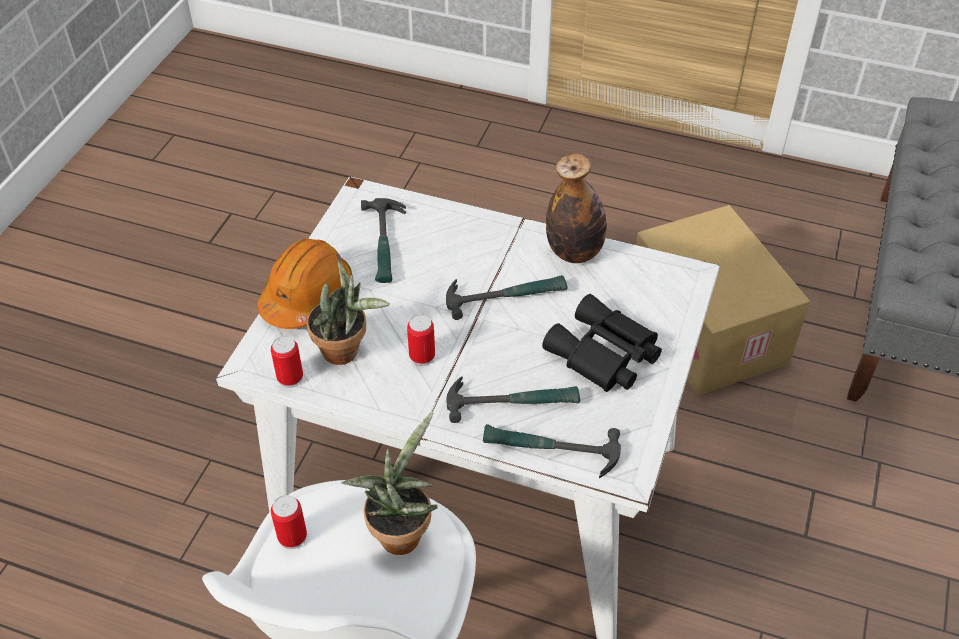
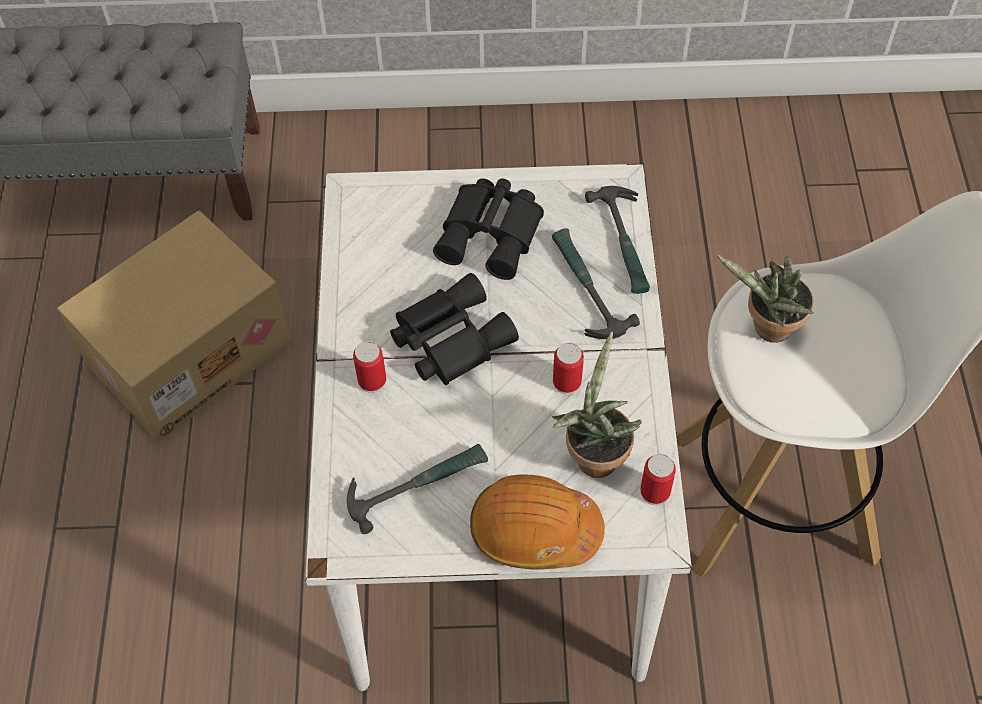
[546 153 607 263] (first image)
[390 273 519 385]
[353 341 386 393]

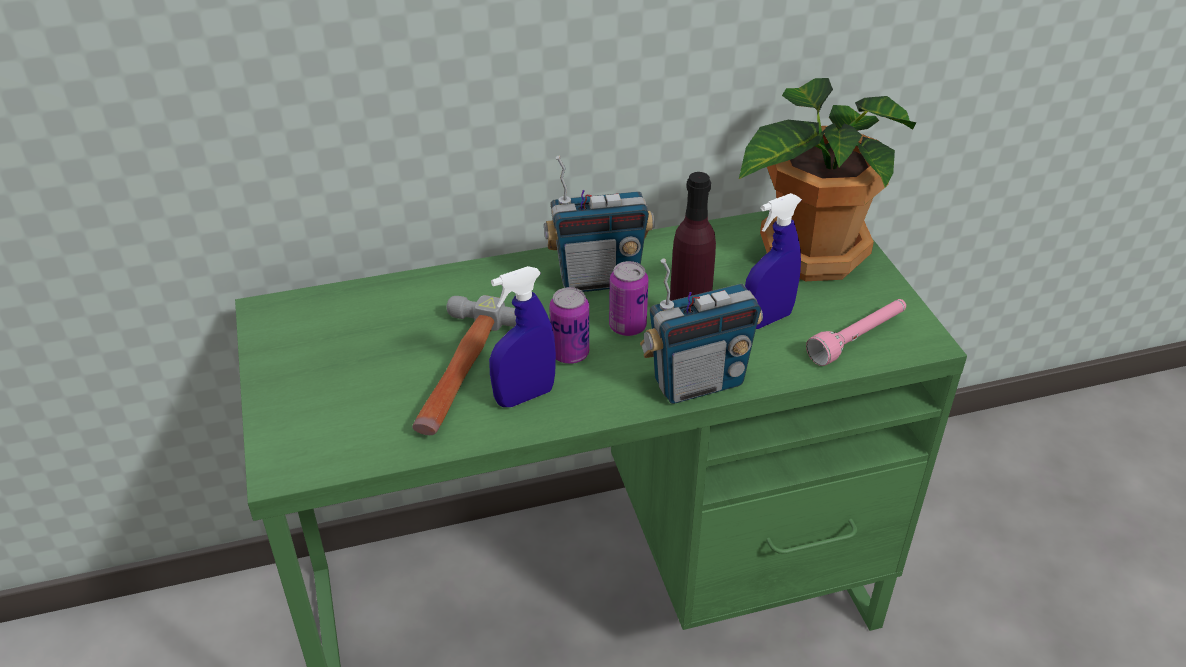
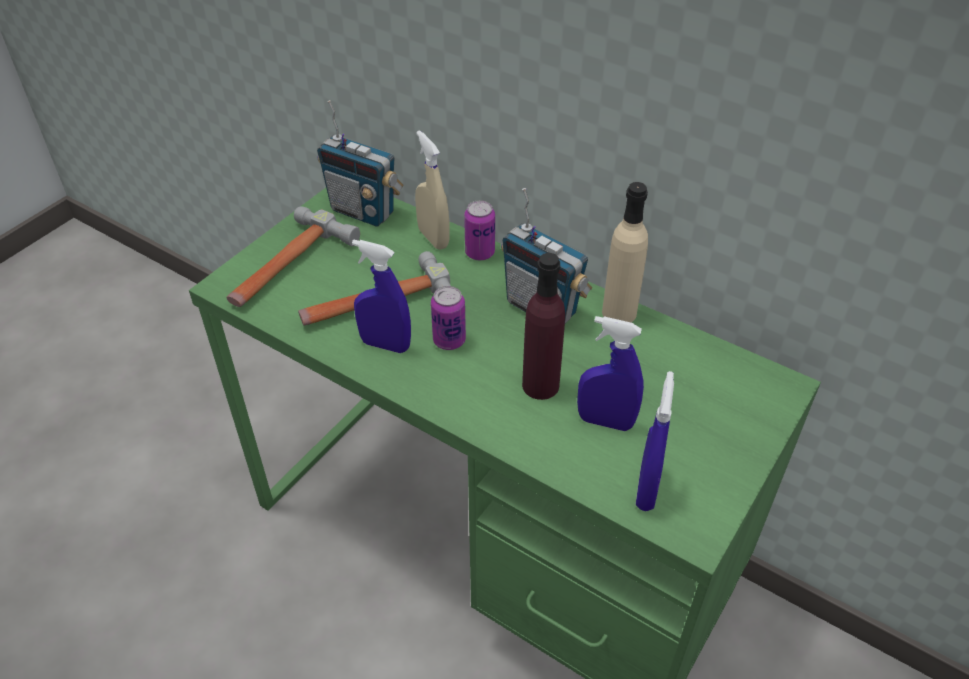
[739 78 917 281] (first image)
[317 100 403 227]
[464 200 495 260]
[636 371 674 511]
[415 130 450 250]
[602 182 648 322]
[226 206 360 307]

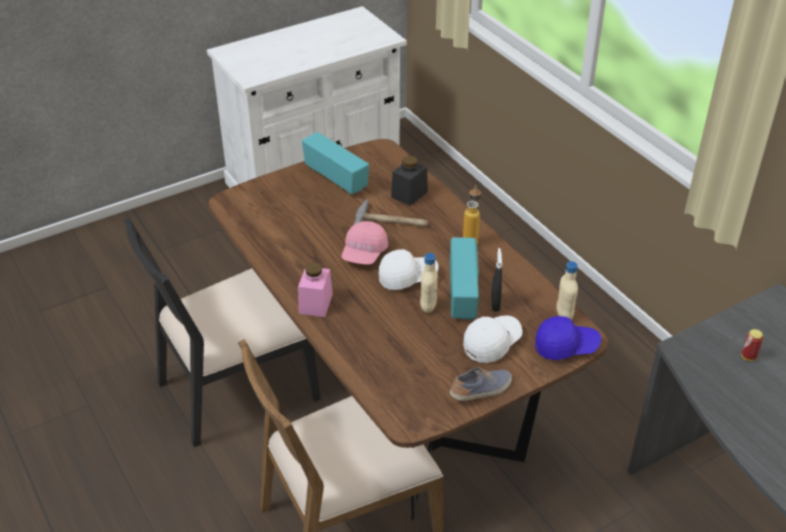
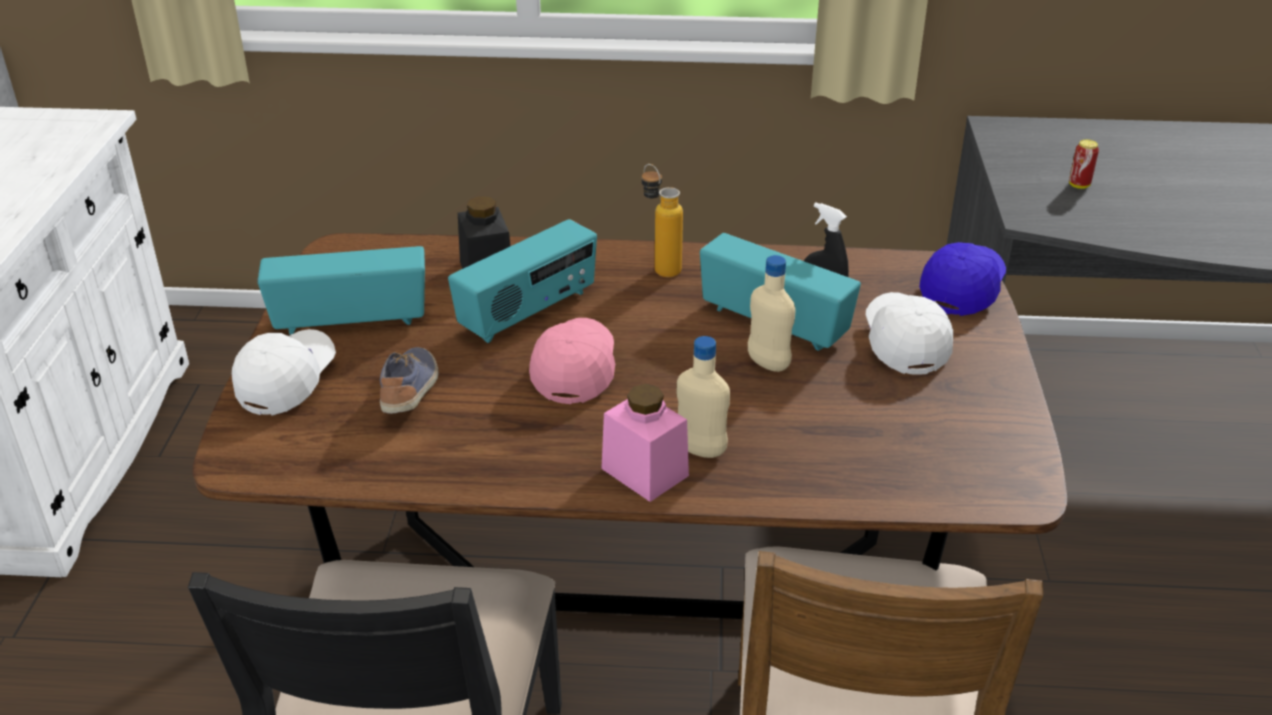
[448 219 597 343]
[529 318 615 404]
[232 329 336 416]
[677 336 730 458]
[380 347 439 414]

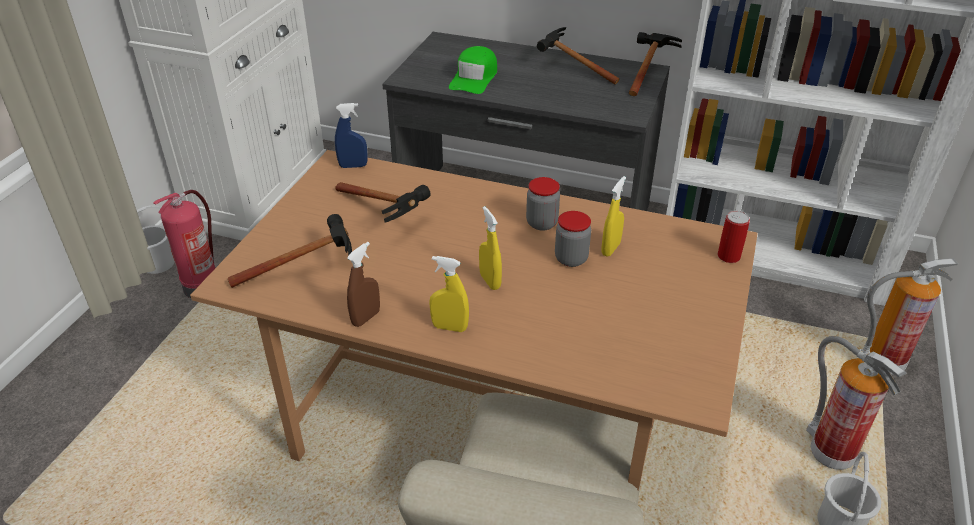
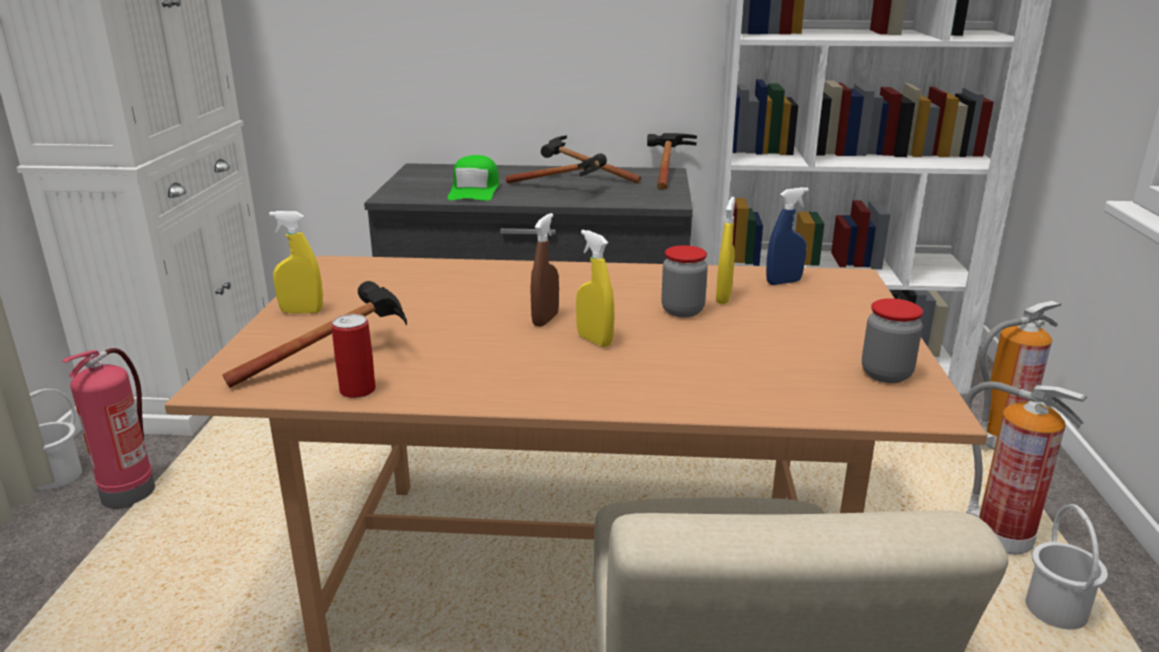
[766 187 809 285]
[862 298 923 383]
[506 153 607 183]
[331 314 376 398]
[530 213 559 327]
[269 211 323 314]

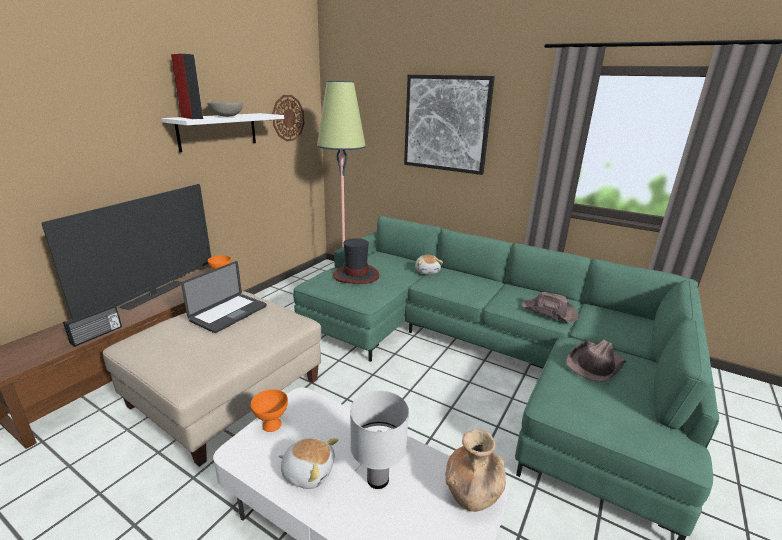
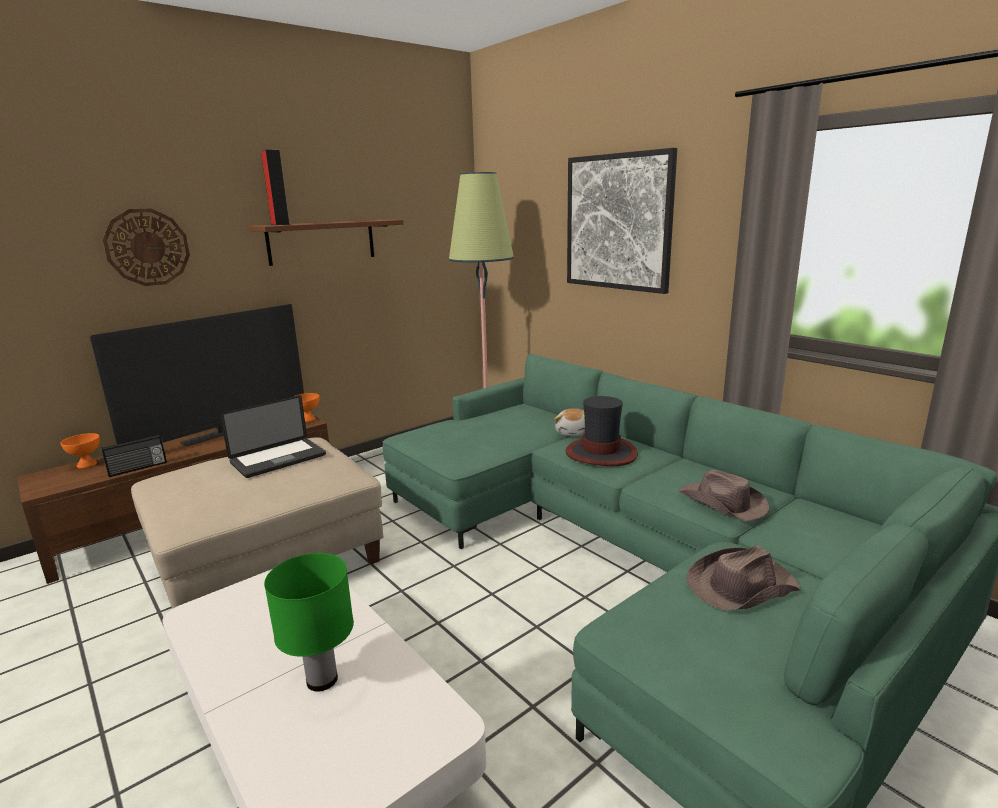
[103 209 190 286]
[207 102 243 117] (first image)
[248 220 404 266]
[565 396 638 466]
[61 433 100 469]
[264 553 354 692]
[445 429 506 512] (first image)
[279 438 338 489] (first image)

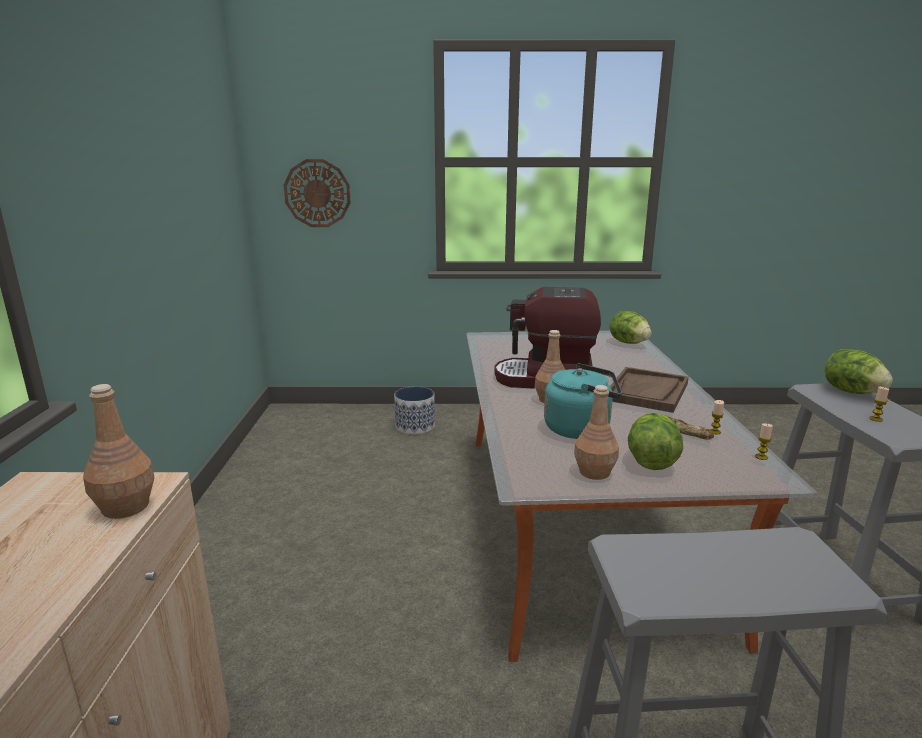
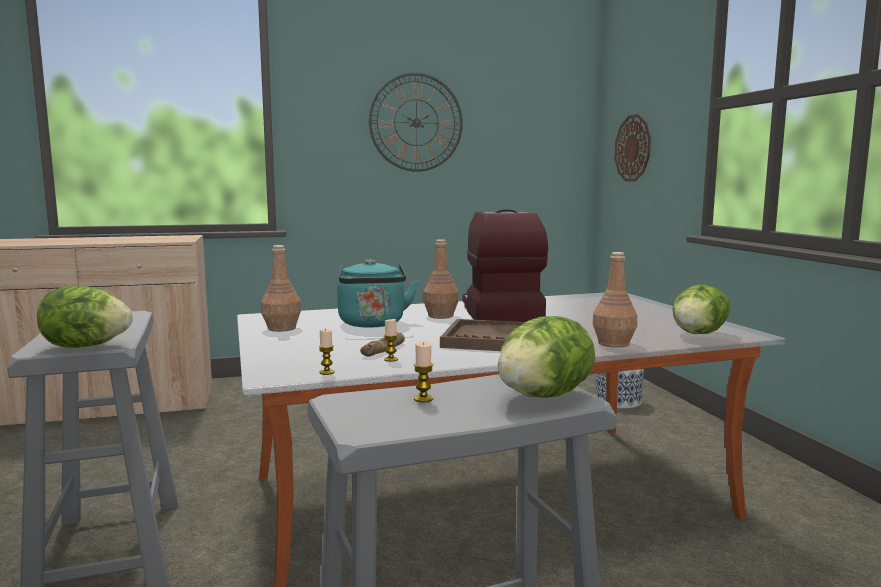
[593 252 637 348]
[37 286 133 348]
[369 73 463 172]

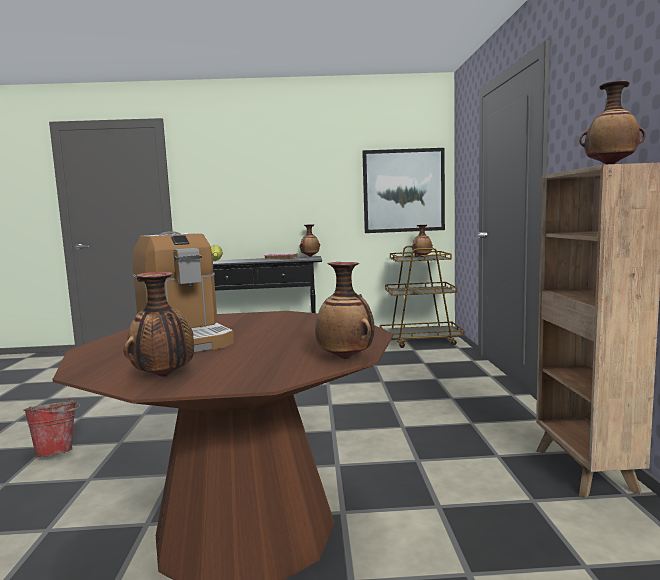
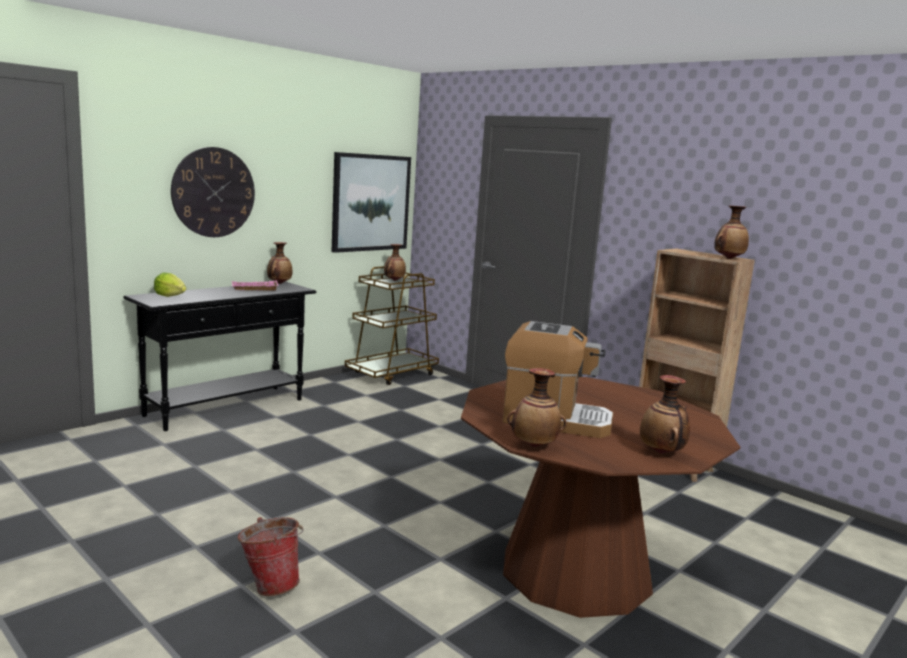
[507 368 567 447]
[171 147 255 237]

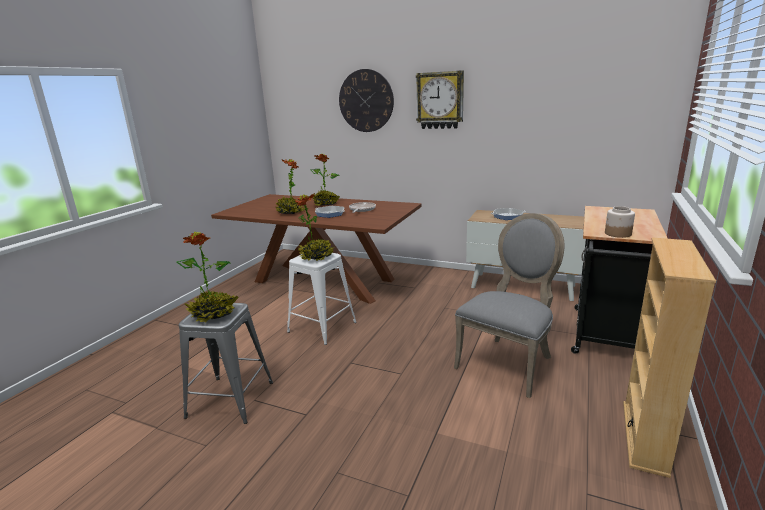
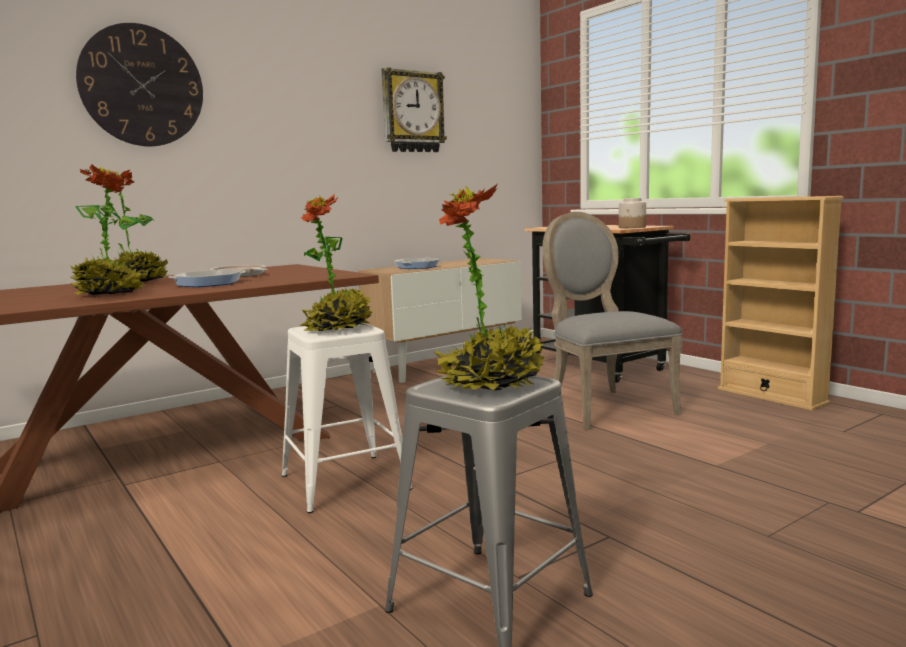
[382 68 447 152]

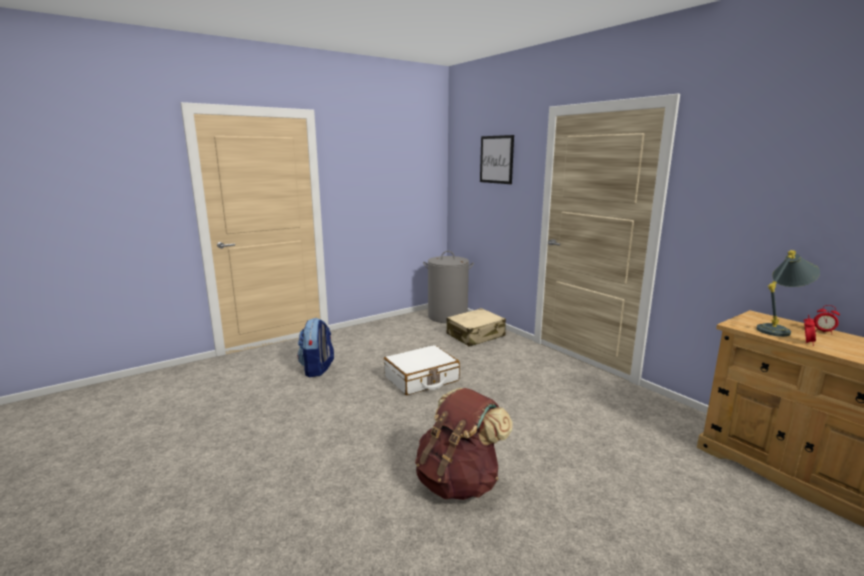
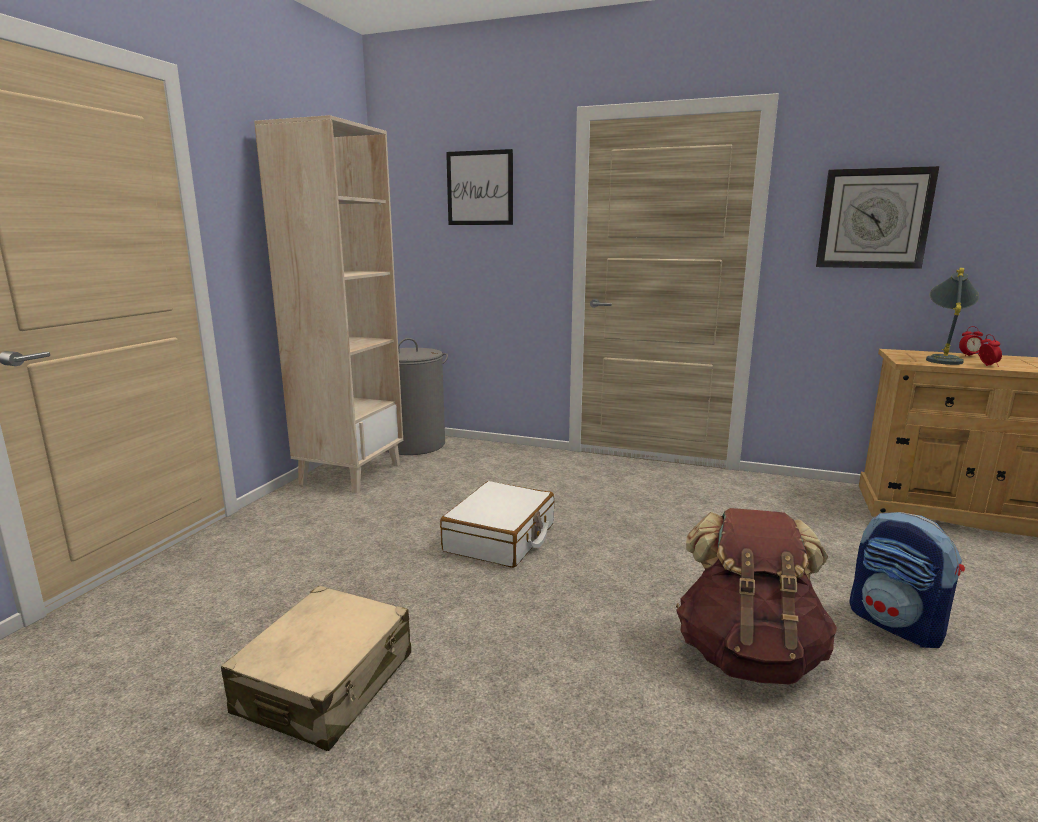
[221 586 411 751]
[849 512 965 648]
[254 115 403 494]
[816 166 939 269]

